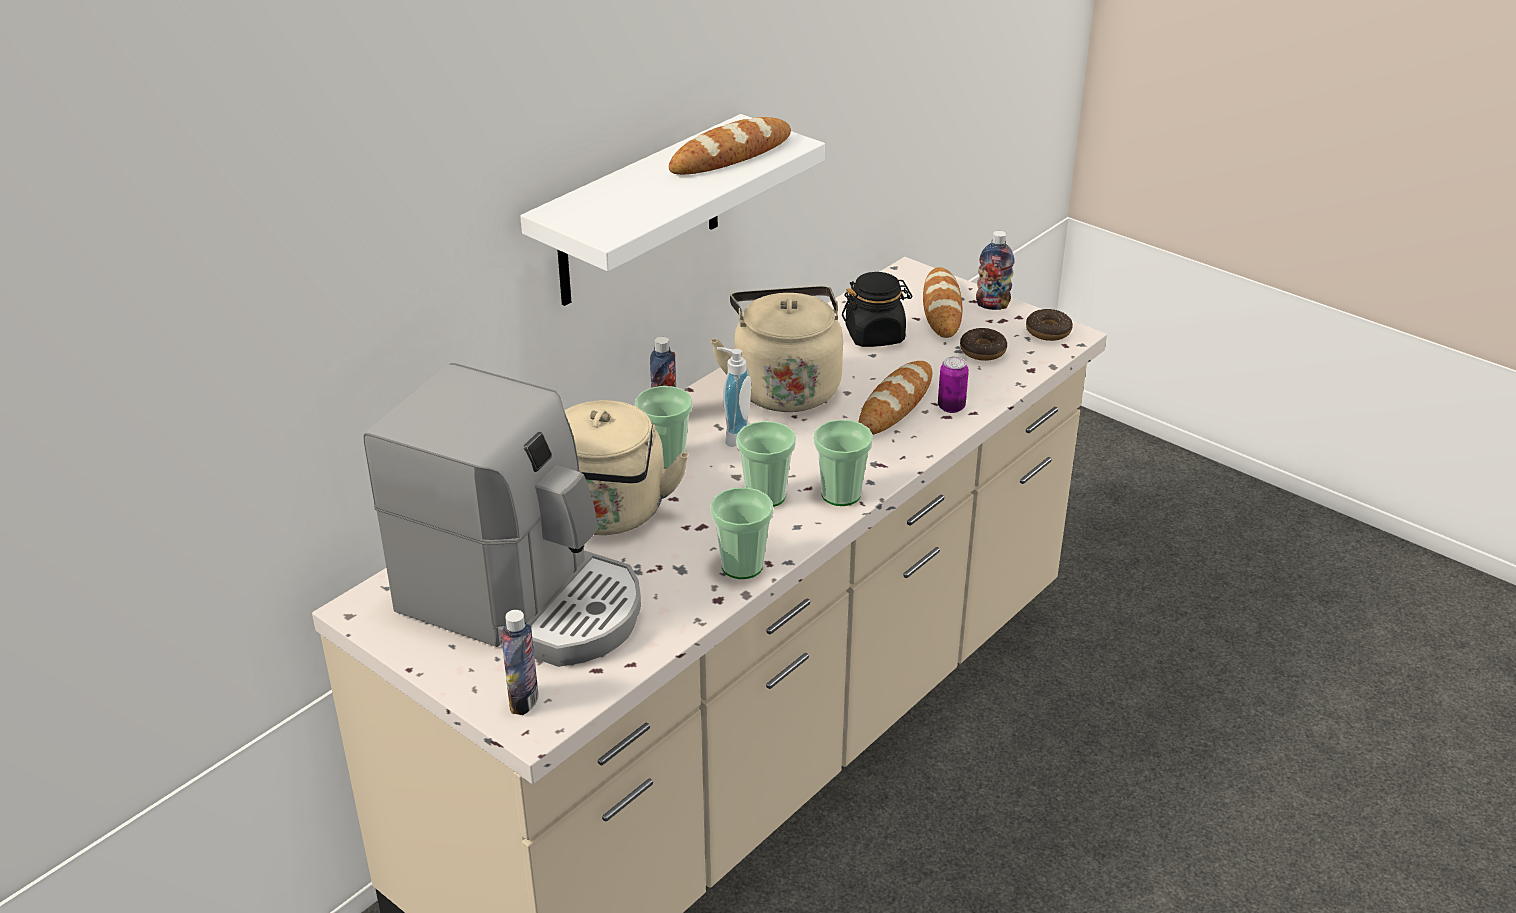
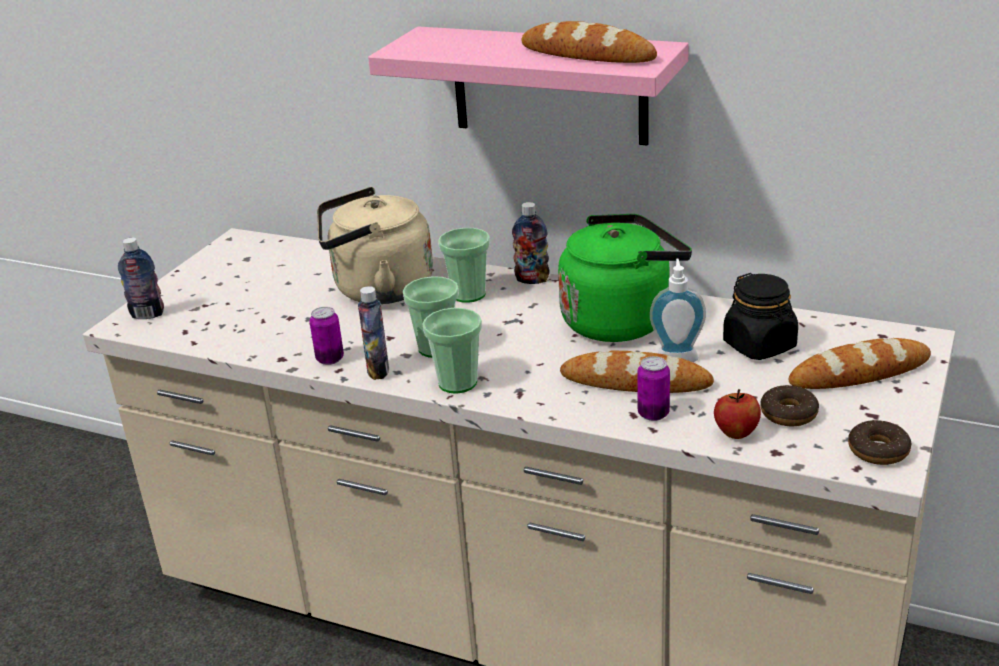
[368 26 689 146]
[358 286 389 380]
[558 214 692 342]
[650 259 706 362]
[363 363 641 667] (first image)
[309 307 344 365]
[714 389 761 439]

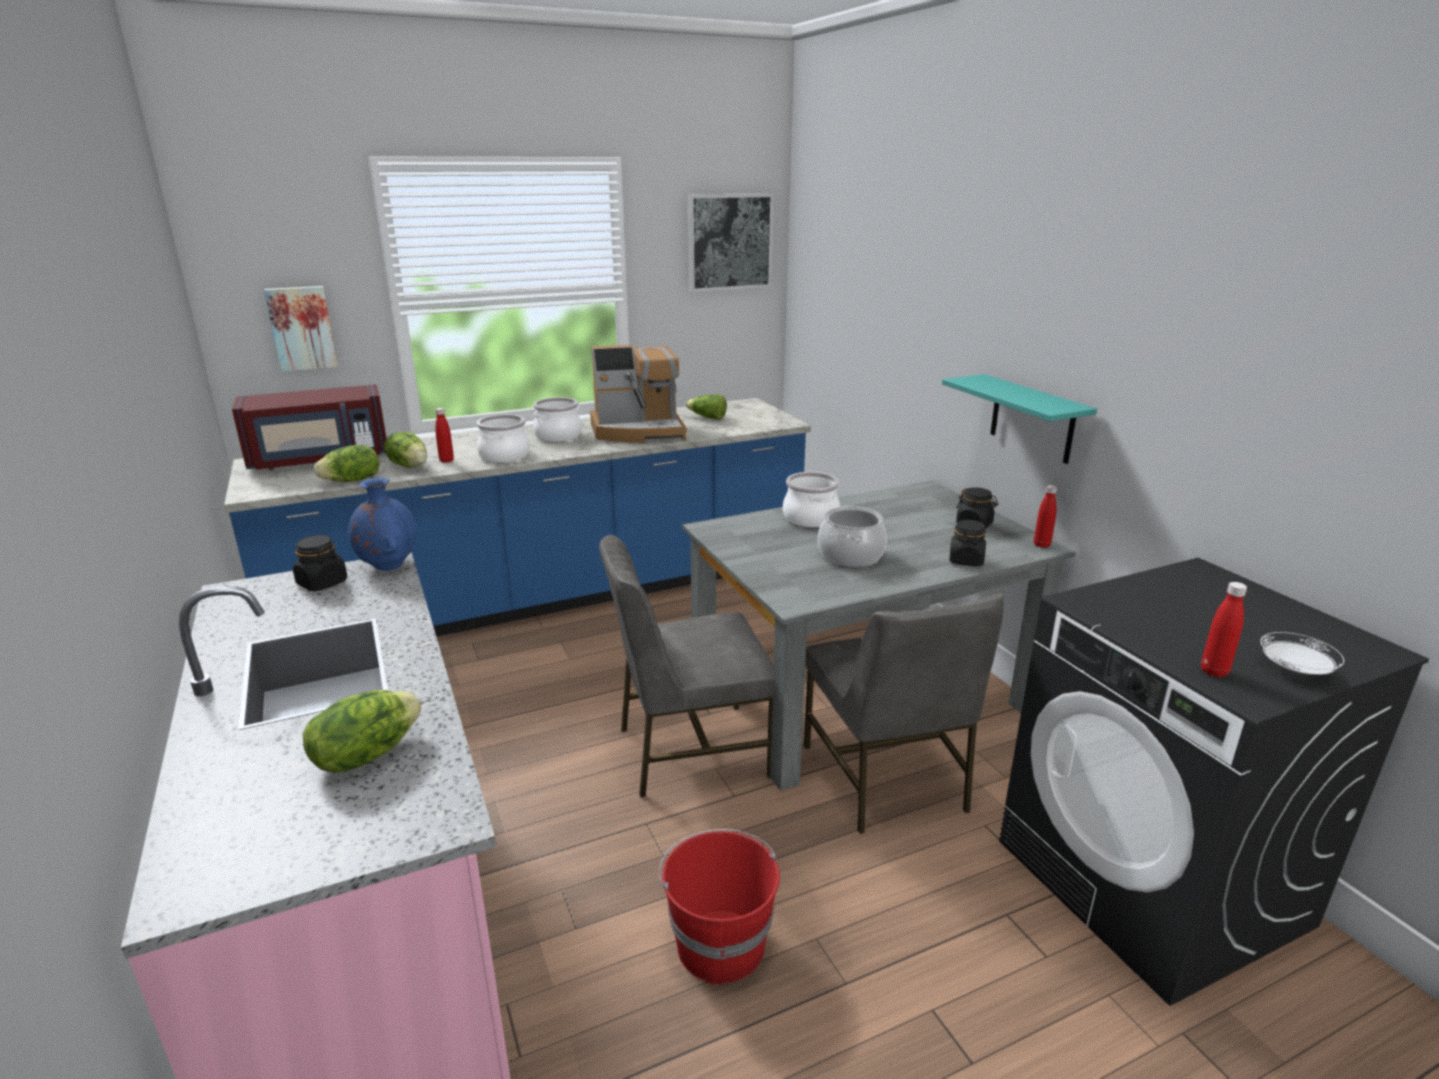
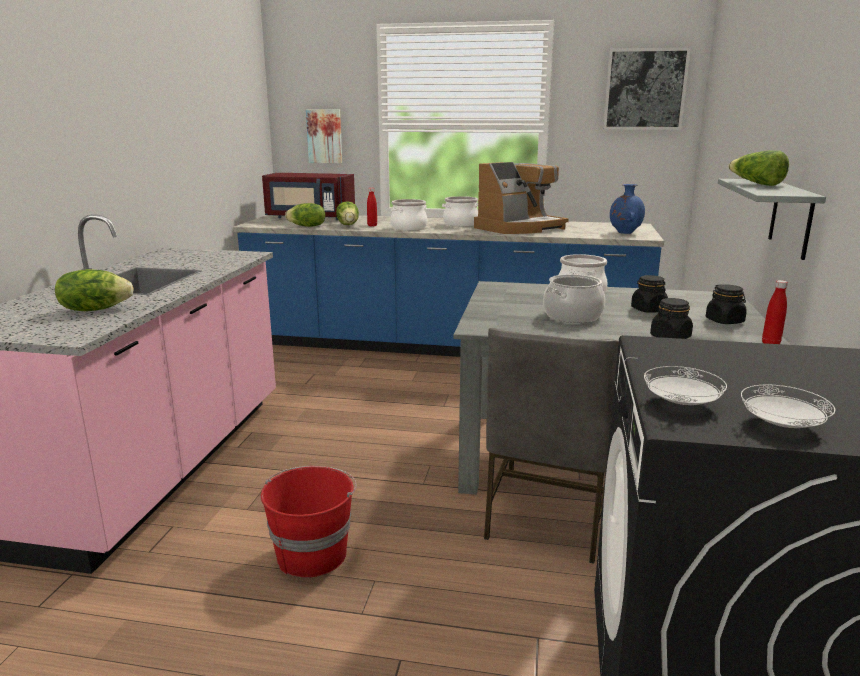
[474 162 569 234]
[718 179 826 260]
[728 150 789 186]
[610 184 645 234]
[631 275 668 313]
[599 535 775 798] (first image)
[644 366 727 405]

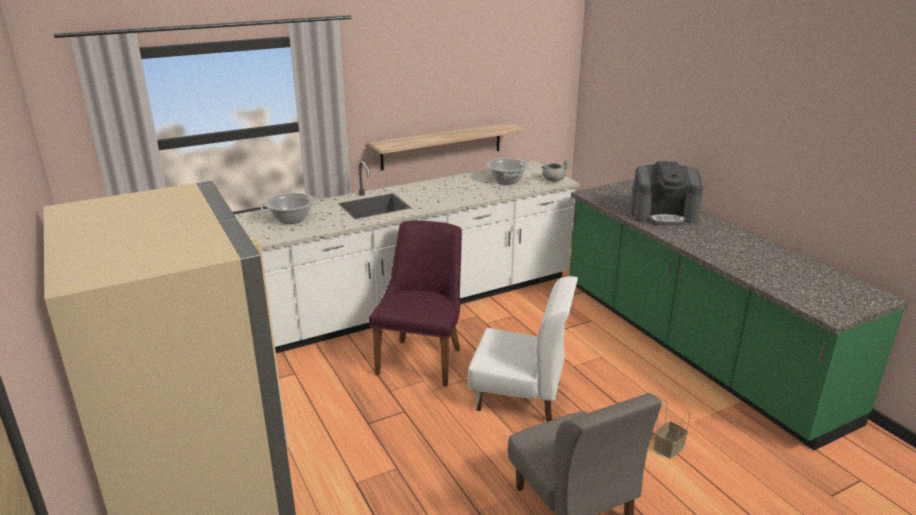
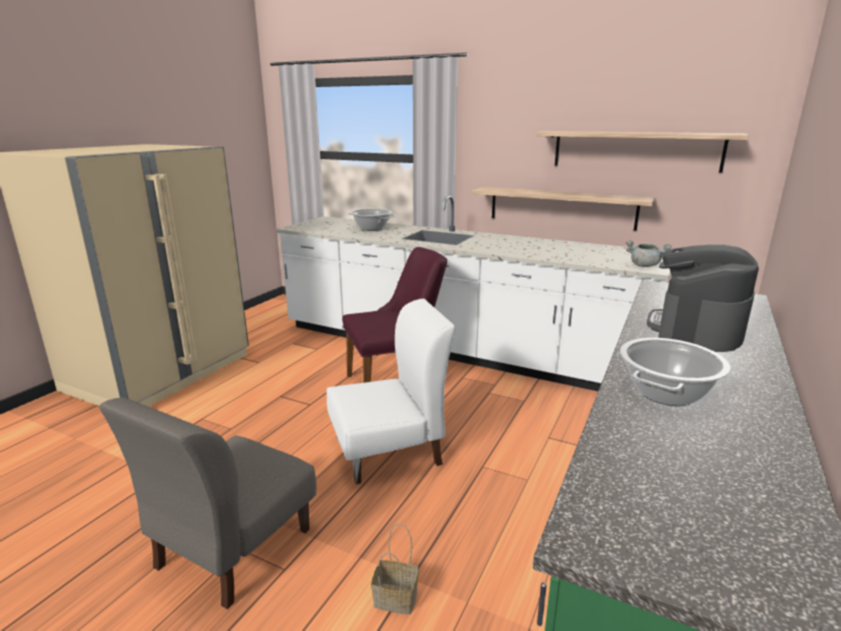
[620 338 731 406]
[647 245 759 352]
[327 299 455 484]
[537 131 749 173]

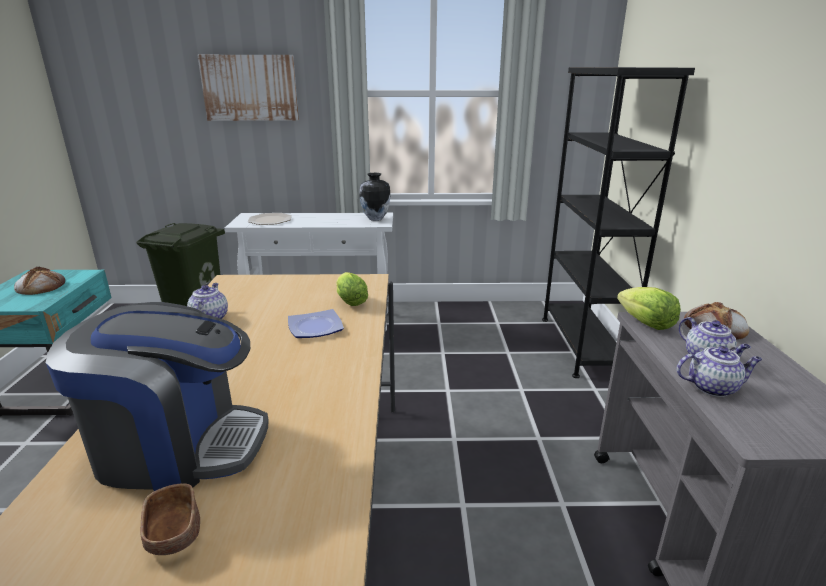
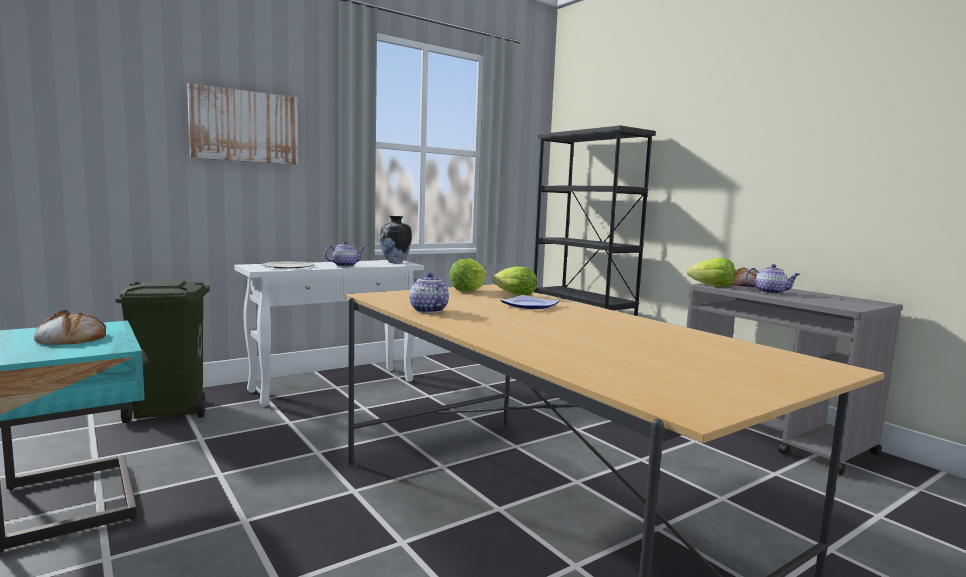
[46 302 268 491] (first image)
[325 241 365 267]
[140 483 200 555] (first image)
[449 258 487 292]

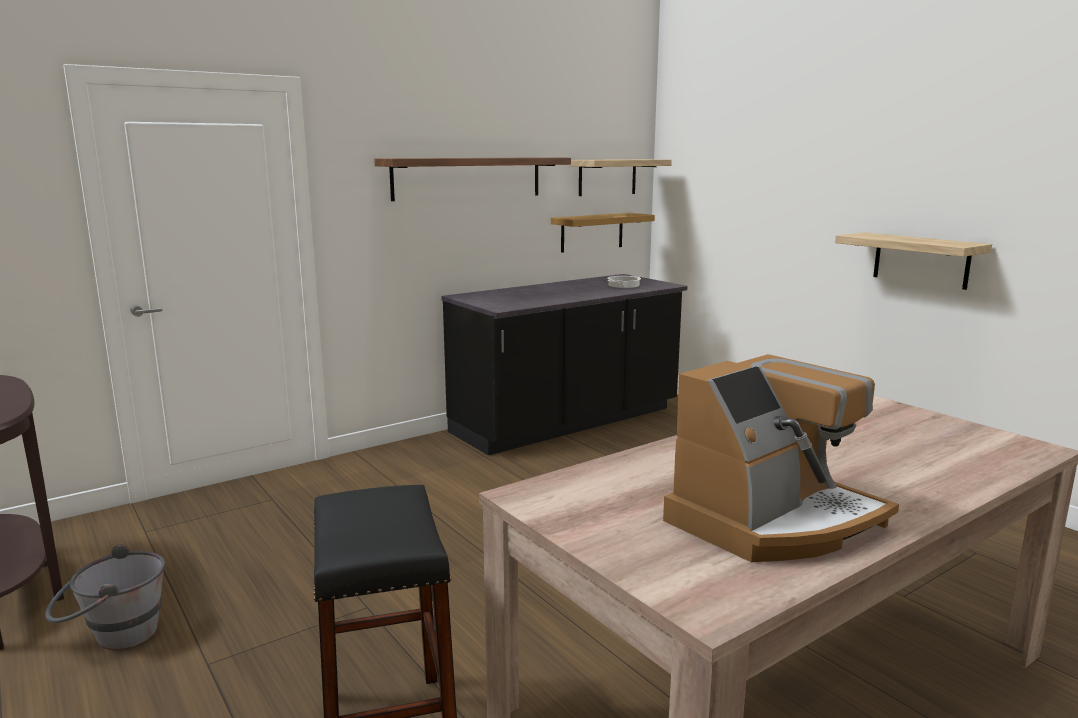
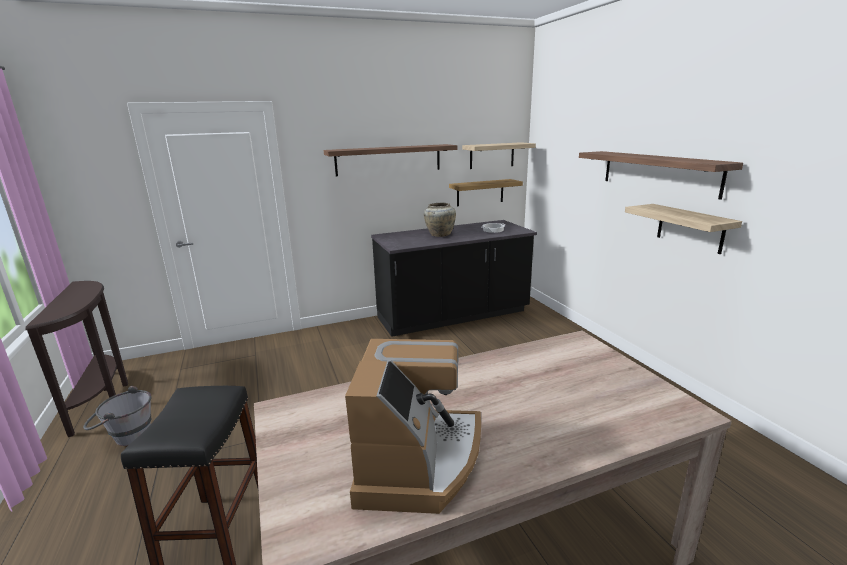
[345 339 481 514]
[579 151 743 200]
[424 203 456 237]

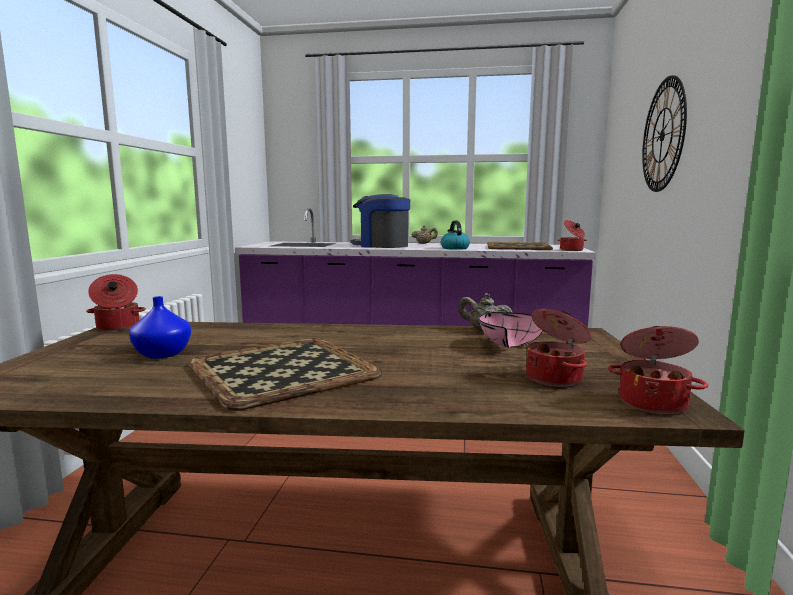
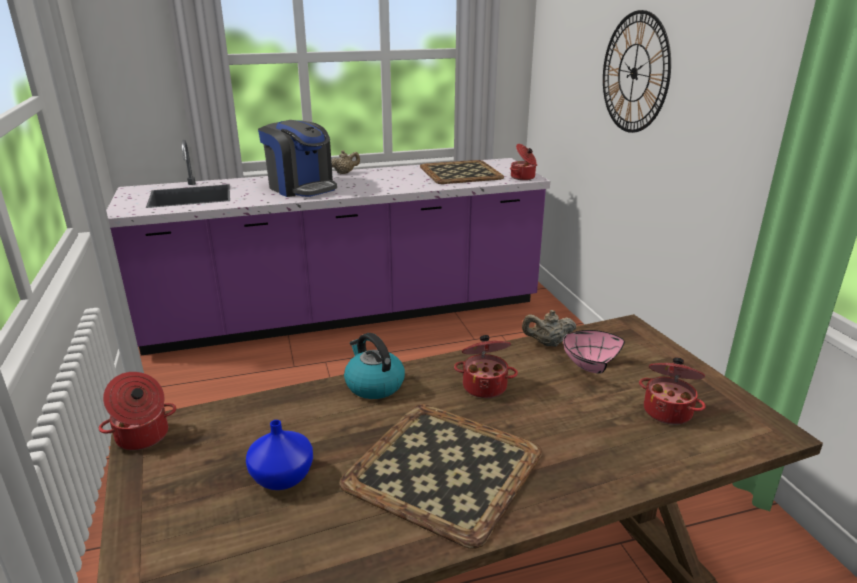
[258 120 337 197]
[344 333 405 399]
[454 335 518 398]

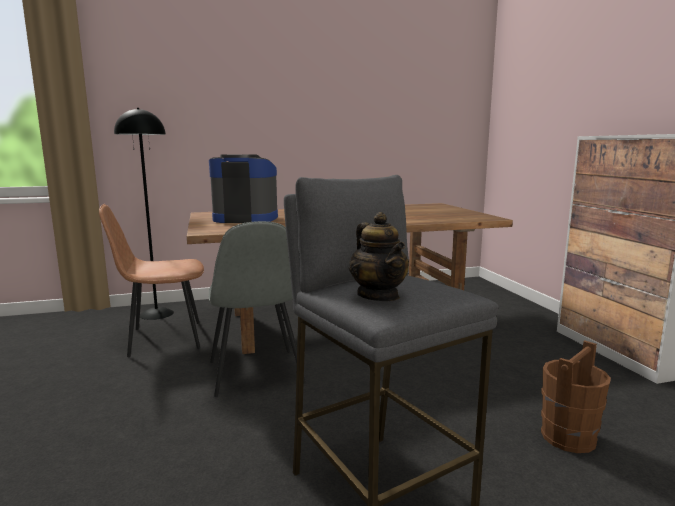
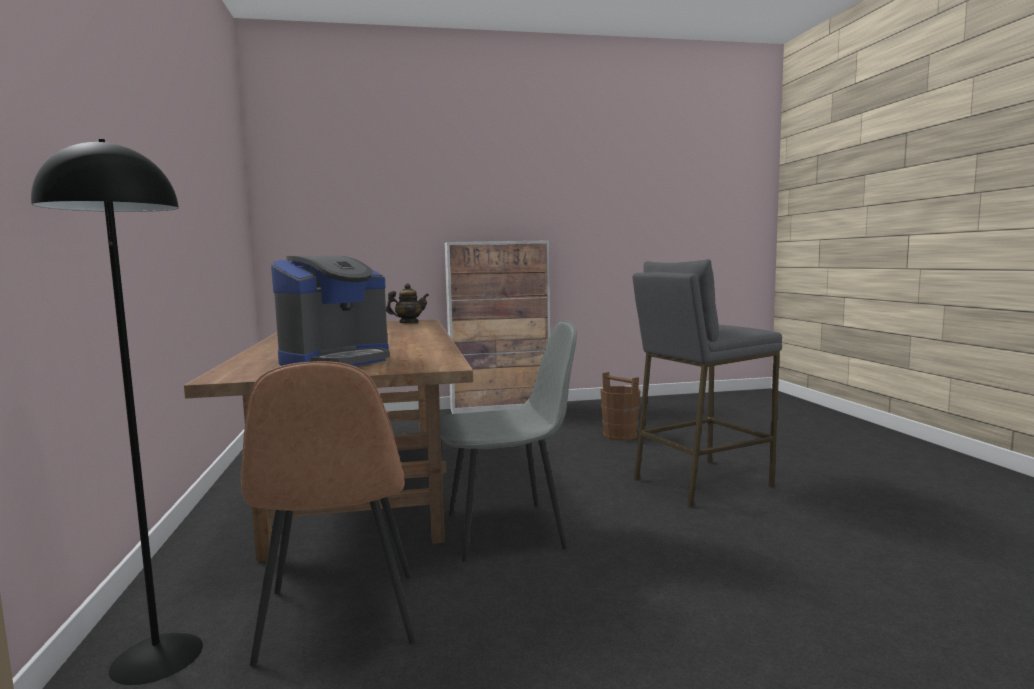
[271 255 390 366]
[386 284 429 323]

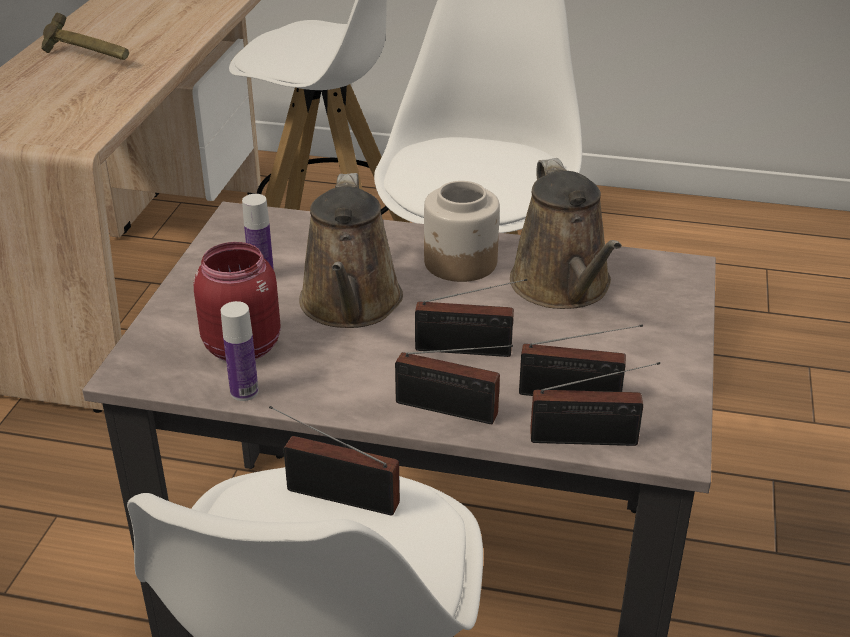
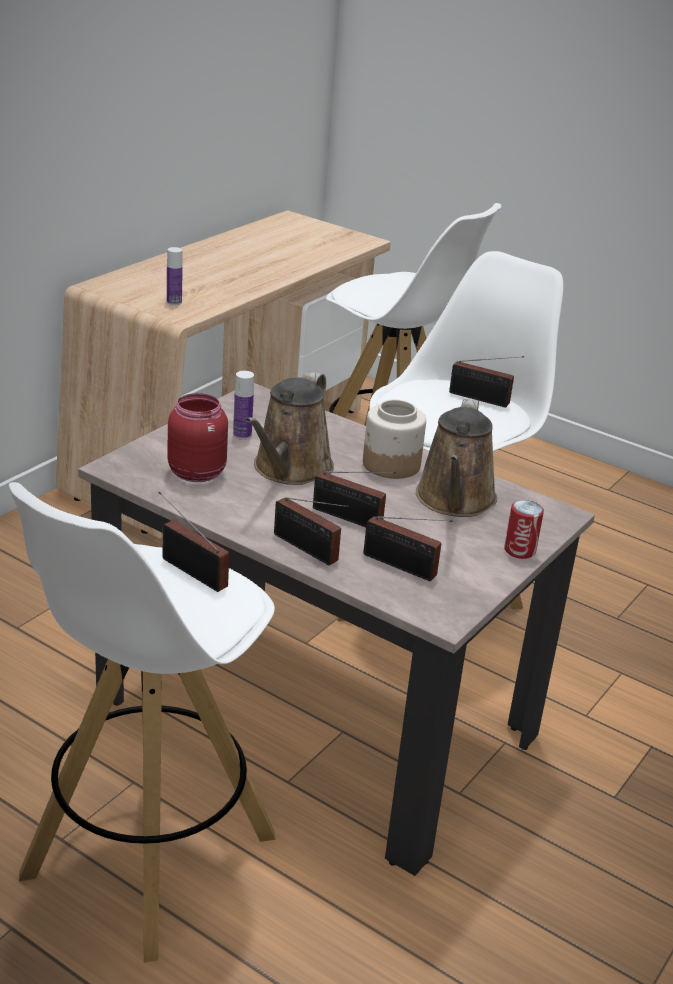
[41 13 129 60] (first image)
[167 247 183 305]
[449 356 524 408]
[504 500 544 559]

